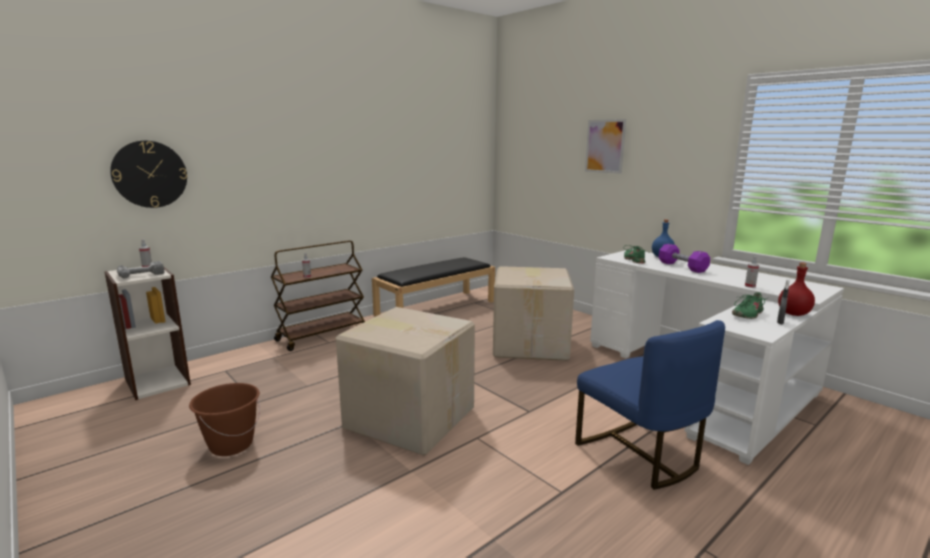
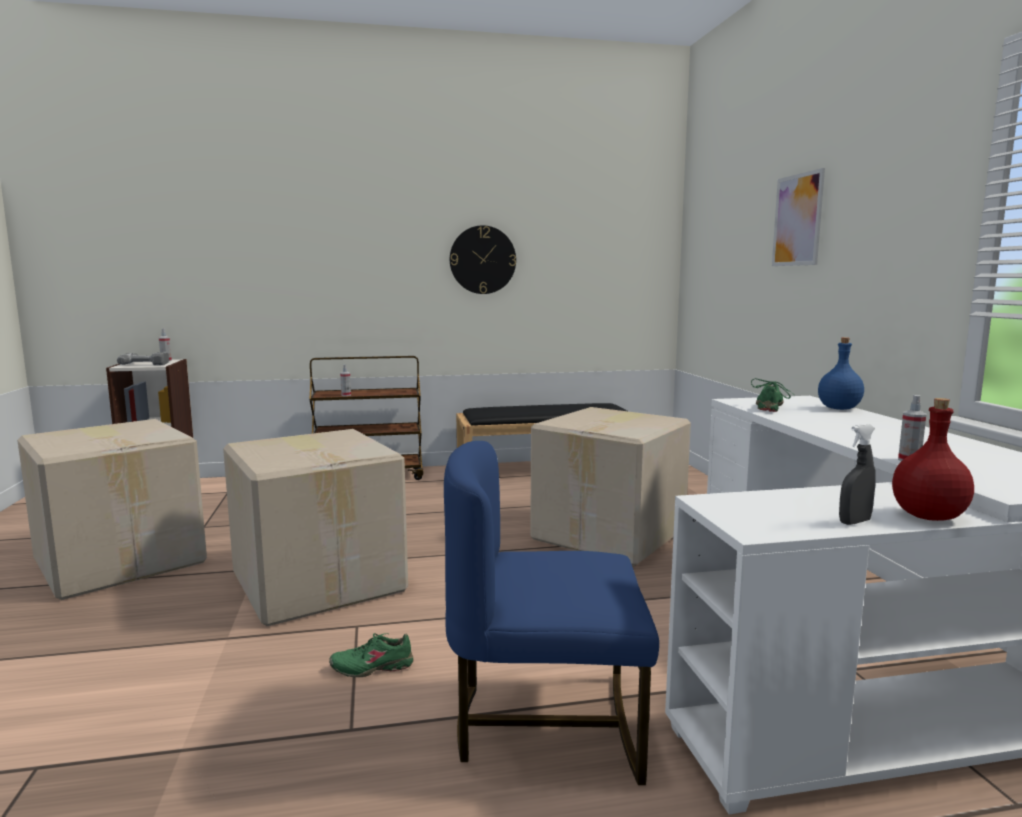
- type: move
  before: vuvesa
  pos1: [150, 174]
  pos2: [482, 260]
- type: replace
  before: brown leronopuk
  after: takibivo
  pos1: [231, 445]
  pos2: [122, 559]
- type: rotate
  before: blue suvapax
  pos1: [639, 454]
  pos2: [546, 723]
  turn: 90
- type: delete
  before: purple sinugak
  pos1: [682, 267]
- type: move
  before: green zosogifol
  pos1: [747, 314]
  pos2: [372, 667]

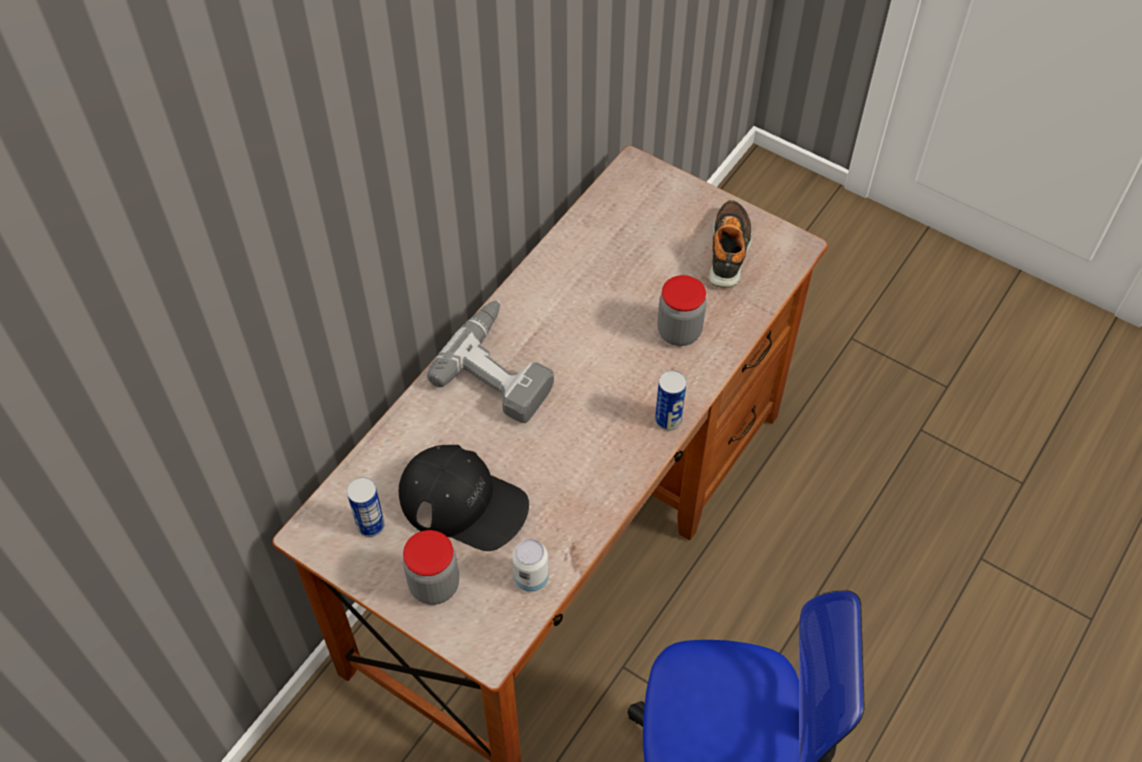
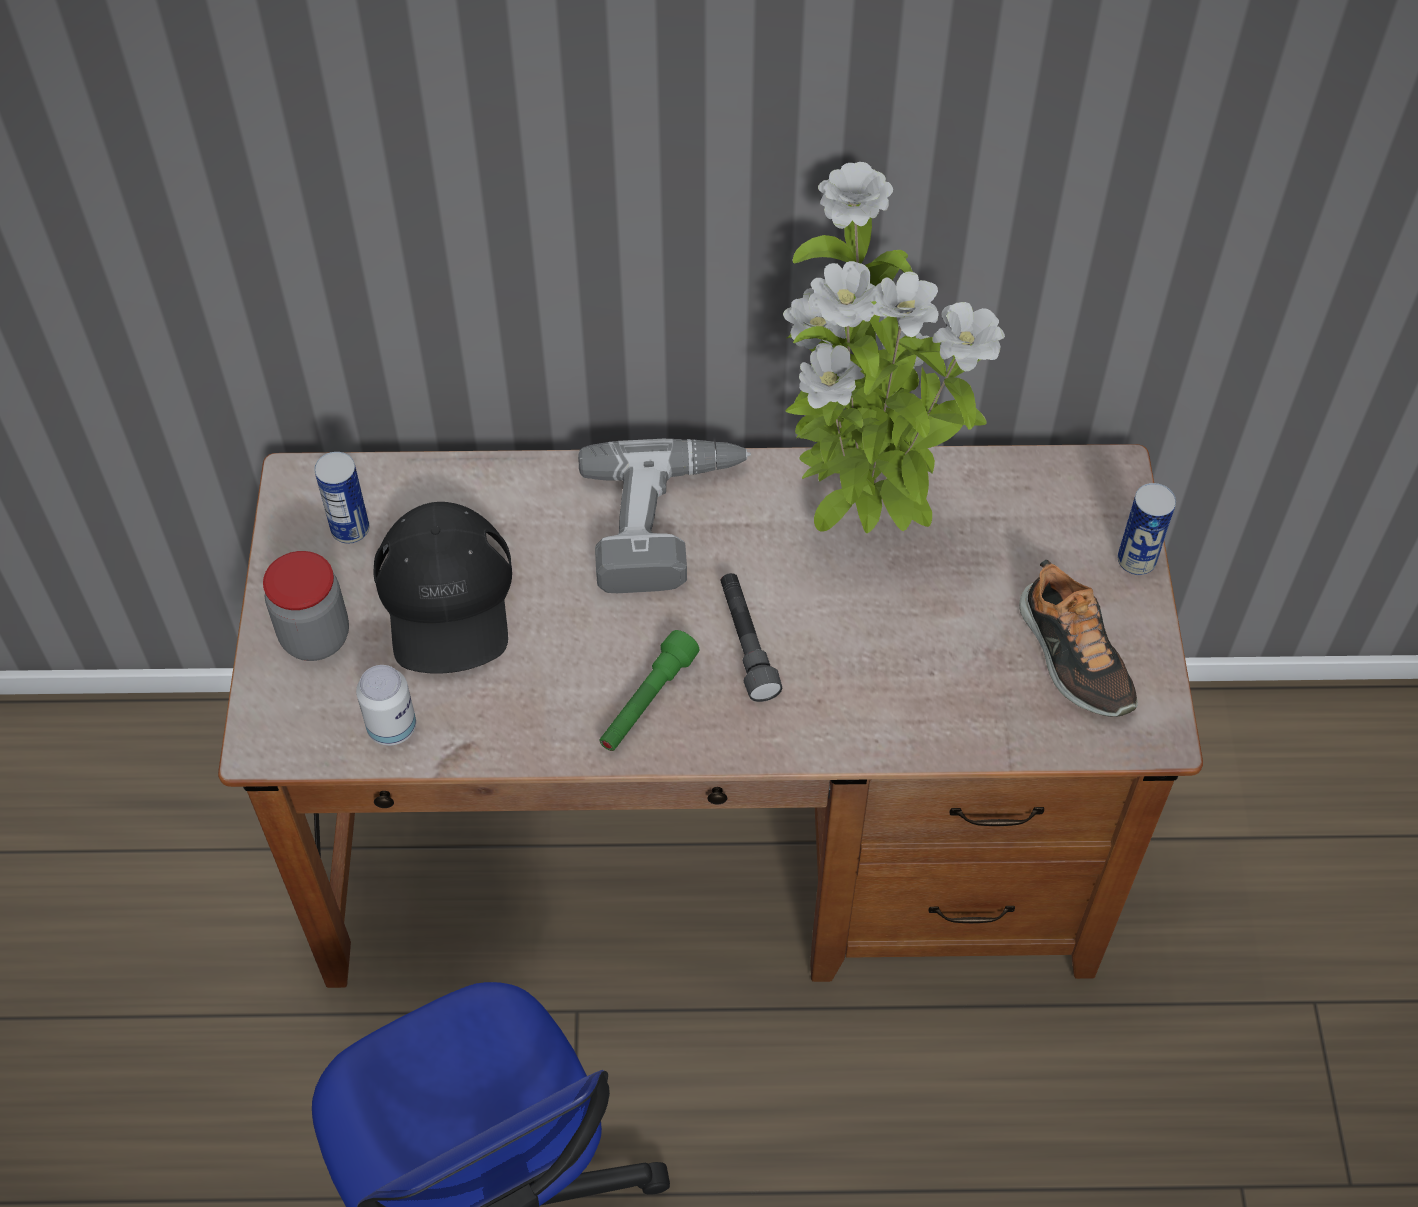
- type: move
  before: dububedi
  pos1: [668, 420]
  pos2: [1136, 560]
- type: delete
  before: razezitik
  pos1: [679, 332]
- type: rotate
  before: zosogifol
  pos1: [729, 250]
  pos2: [1072, 657]
  turn: 90
- type: insert
  after: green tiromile
  pos2: [647, 702]
- type: insert
  after: grey tiromile
  pos2: [746, 643]
- type: insert
  after: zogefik
  pos2: [861, 518]

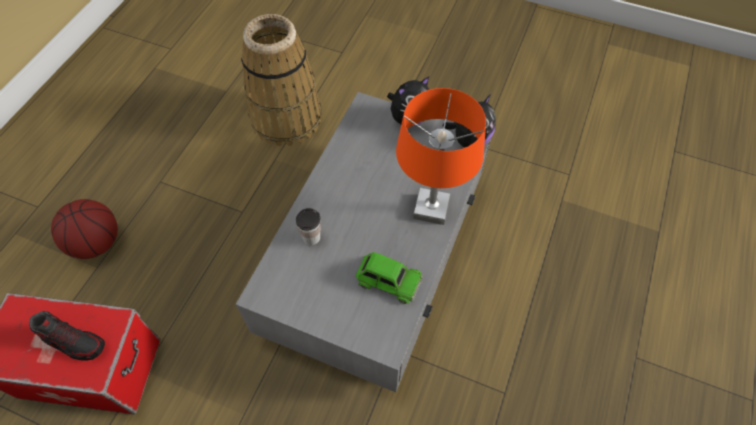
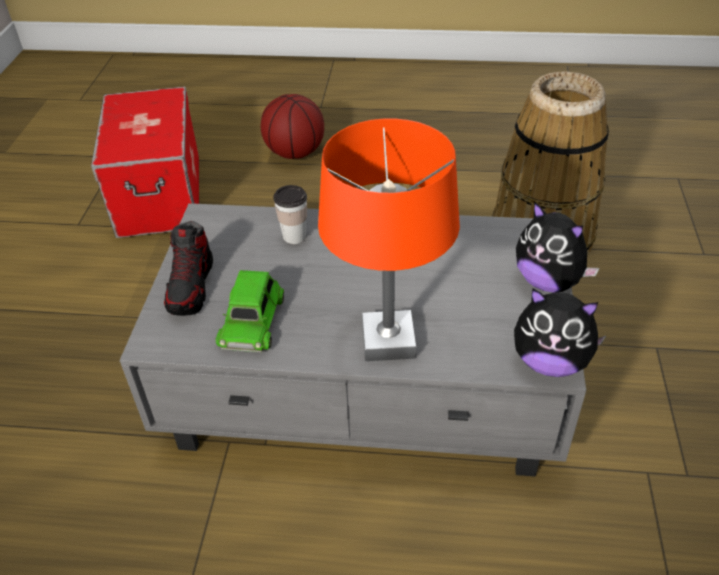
- type: move
  before: zosogifol
  pos1: [74, 341]
  pos2: [191, 286]

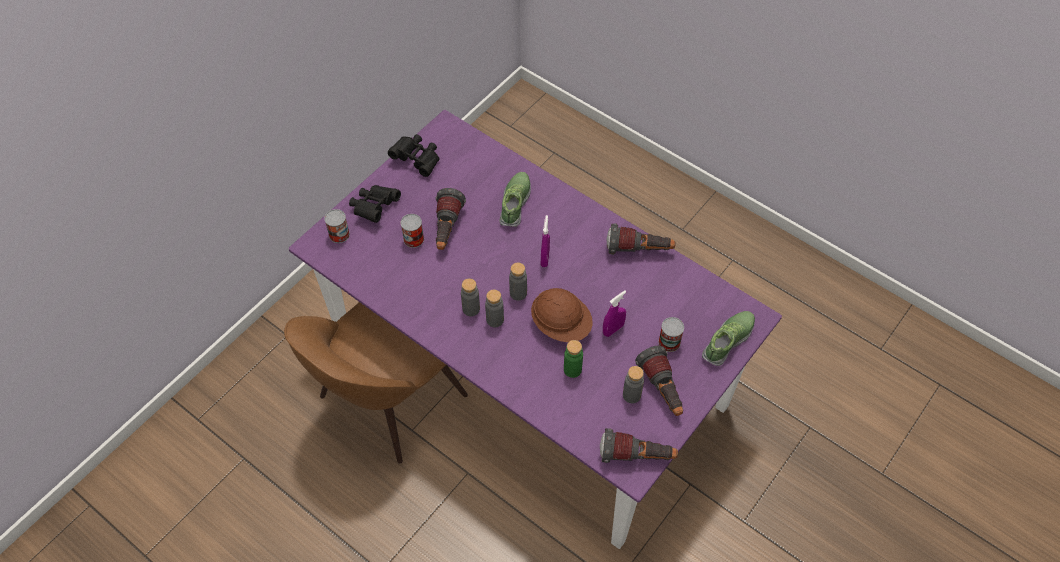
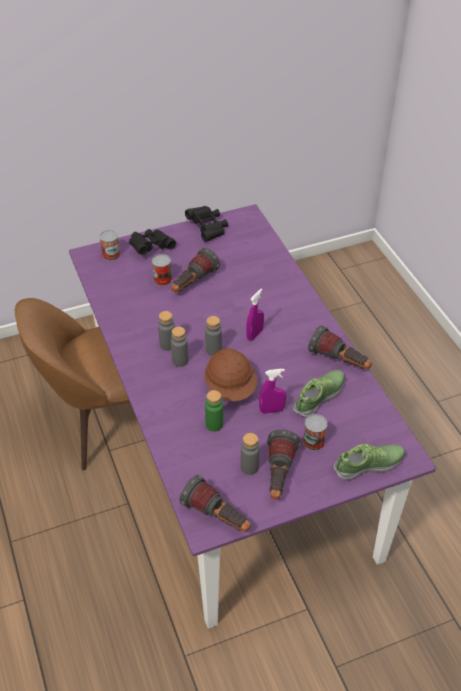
- type: move
  before: zosogifol
  pos1: [515, 203]
  pos2: [319, 397]

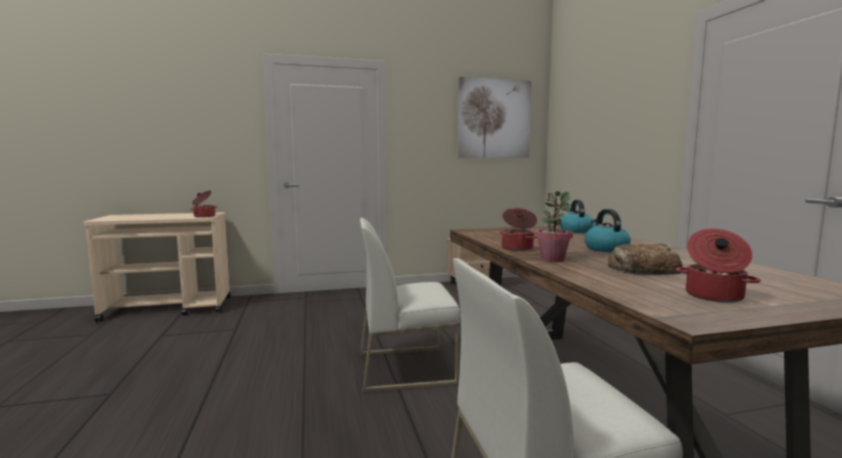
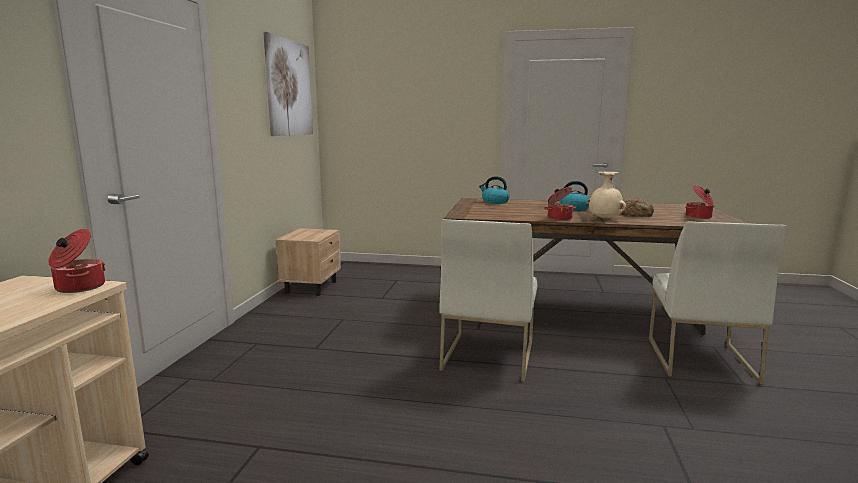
- type: replace
  before: zogefik
  after: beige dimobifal
  pos1: [552, 259]
  pos2: [604, 219]

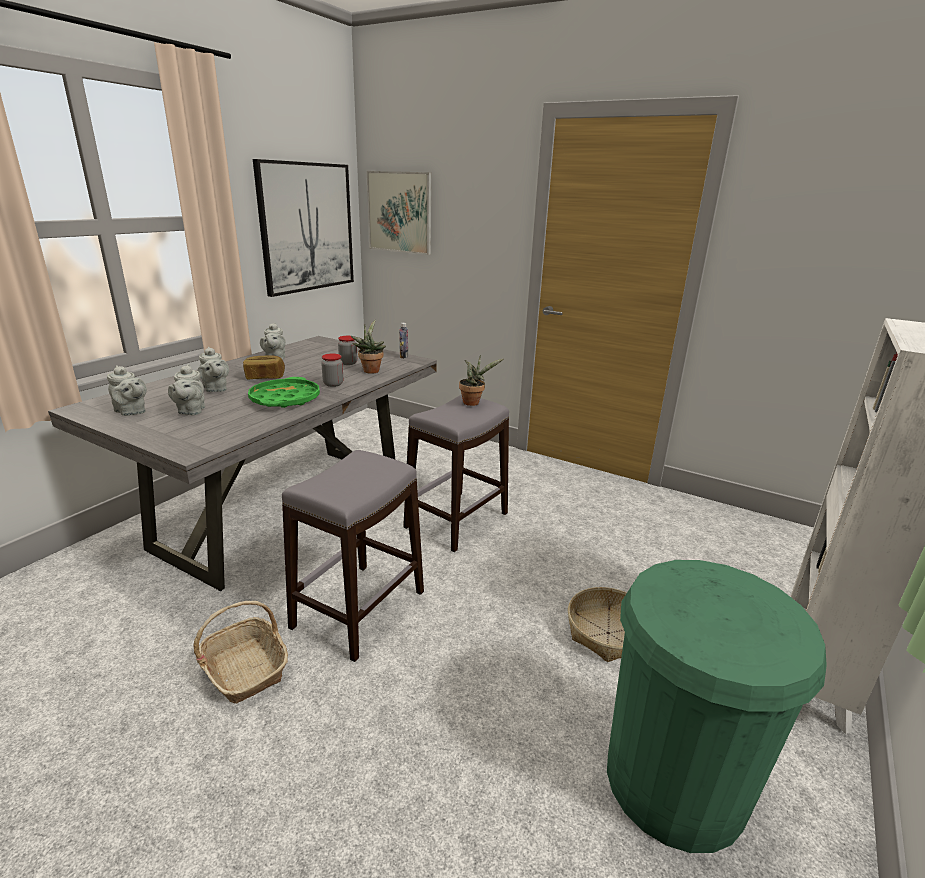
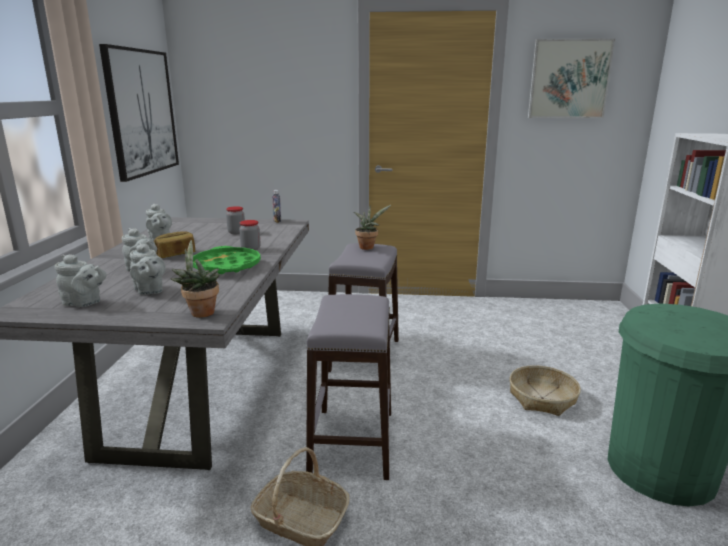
- type: move
  before: zogefik
  pos1: [370, 370]
  pos2: [200, 312]
- type: move
  before: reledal
  pos1: [399, 212]
  pos2: [569, 79]

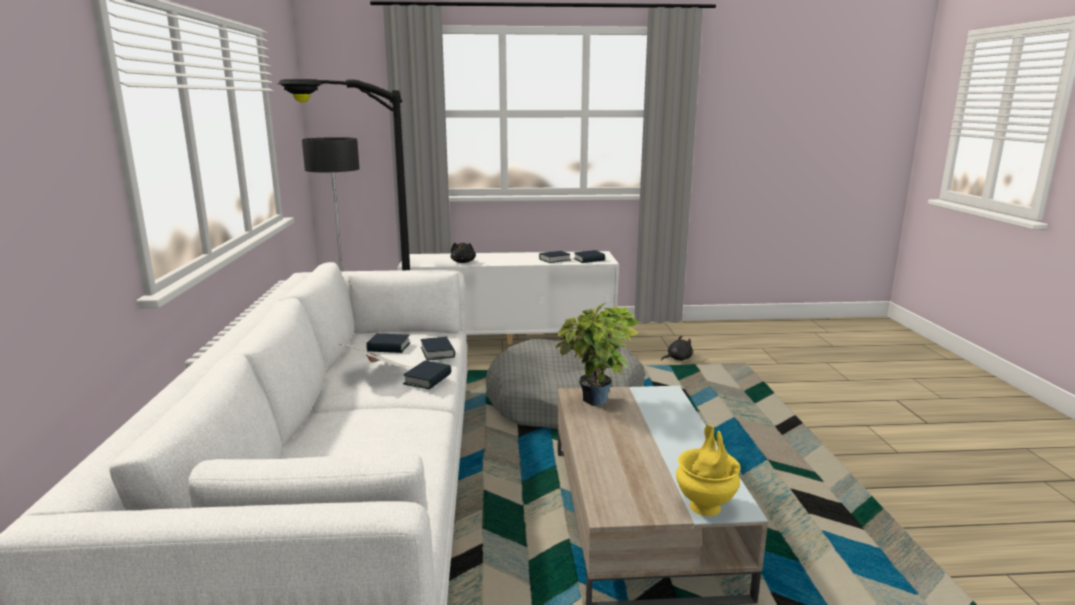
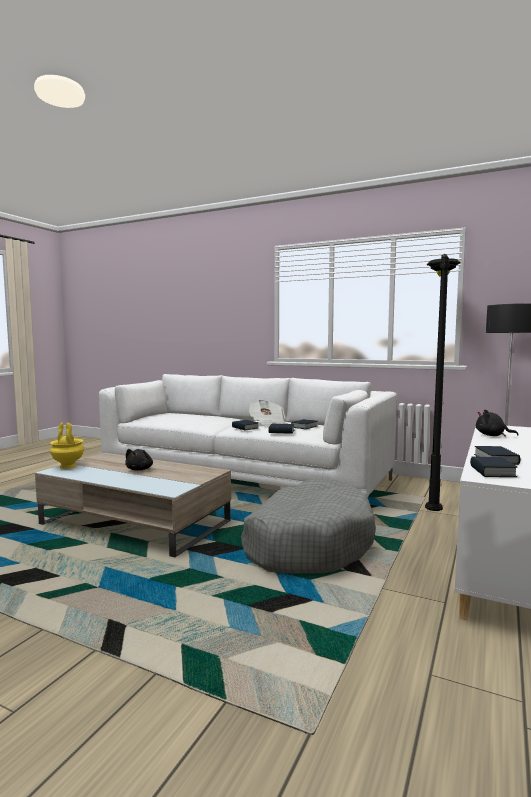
- type: delete
  before: zogefik
  pos1: [596, 404]
- type: move
  before: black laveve
  pos1: [677, 359]
  pos2: [140, 469]

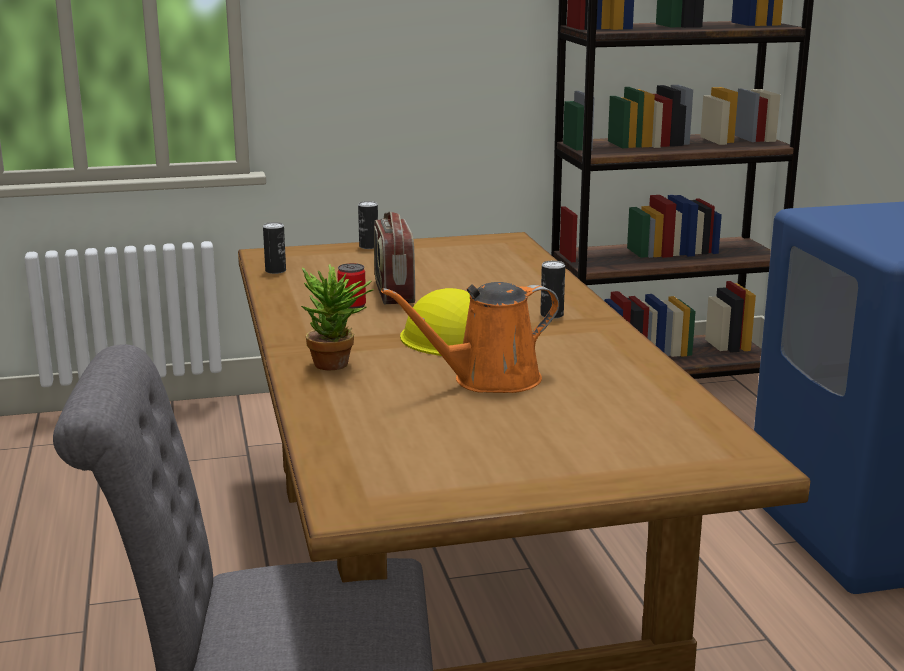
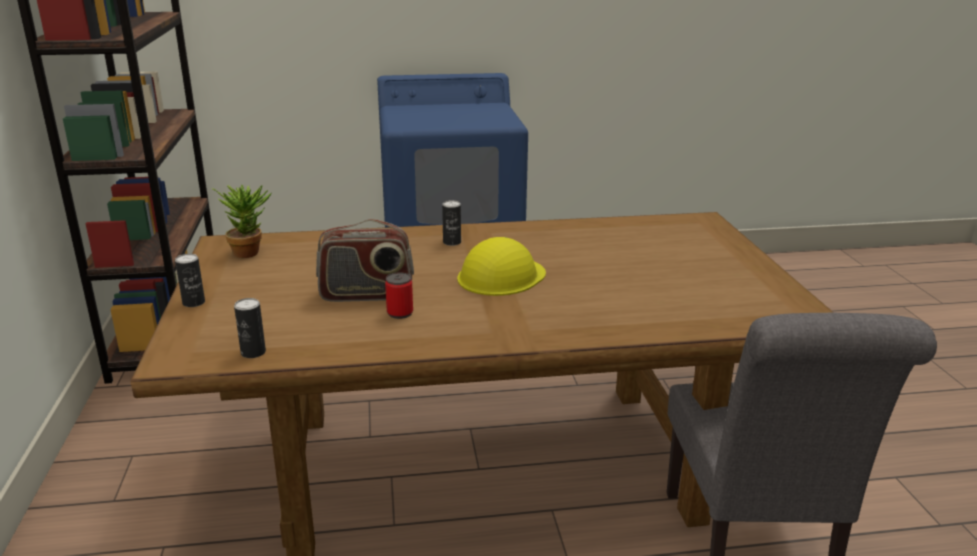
- type: move
  before: zogefik
  pos1: [337, 365]
  pos2: [250, 251]
- type: delete
  before: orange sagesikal
  pos1: [489, 380]

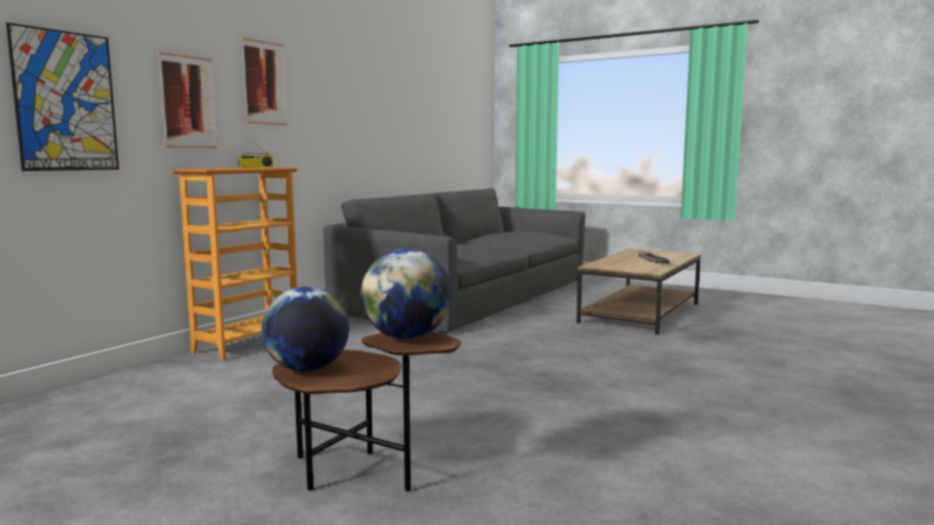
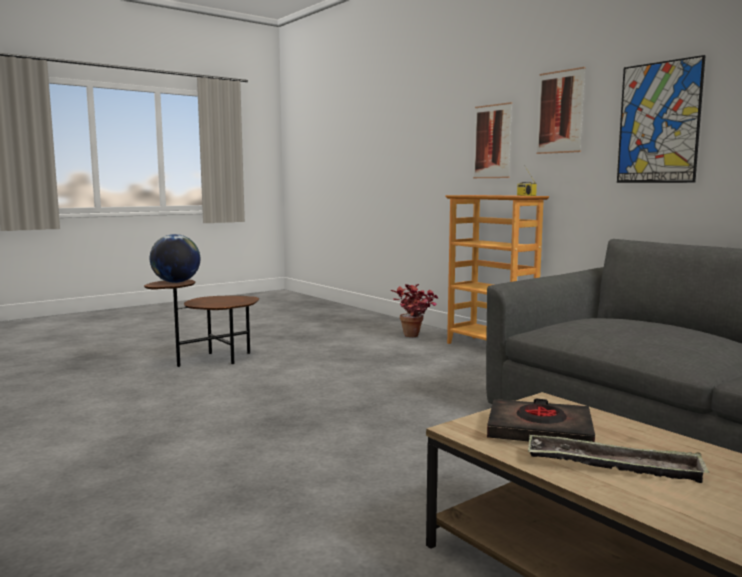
- type: move
  before: reledal
  pos1: [65, 101]
  pos2: [658, 123]
- type: delete
  before: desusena
  pos1: [307, 369]
- type: insert
  after: zogefik
  pos2: [415, 337]
- type: insert
  after: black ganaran
  pos2: [539, 431]

